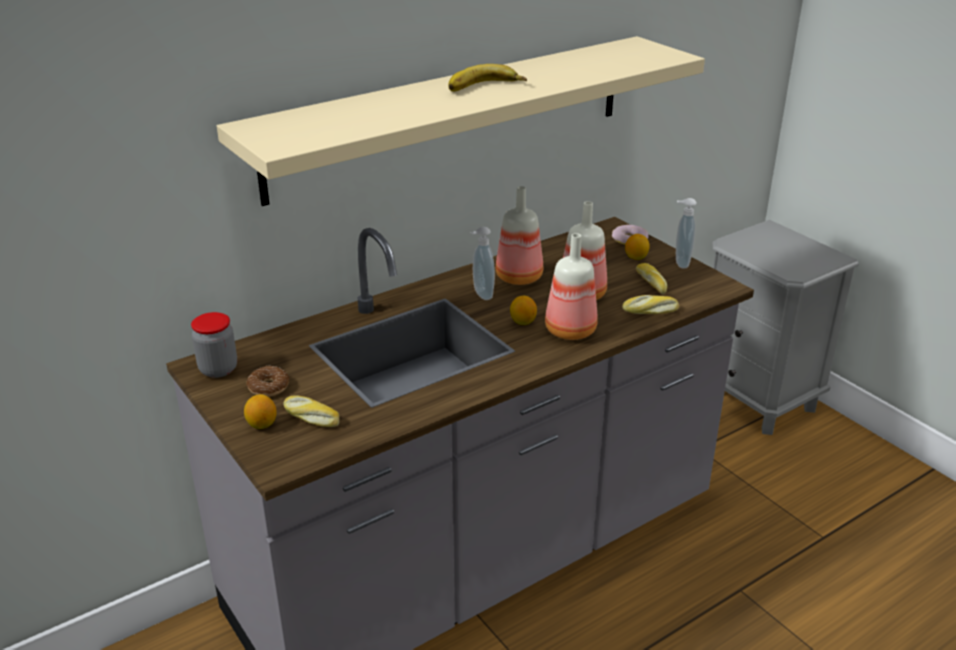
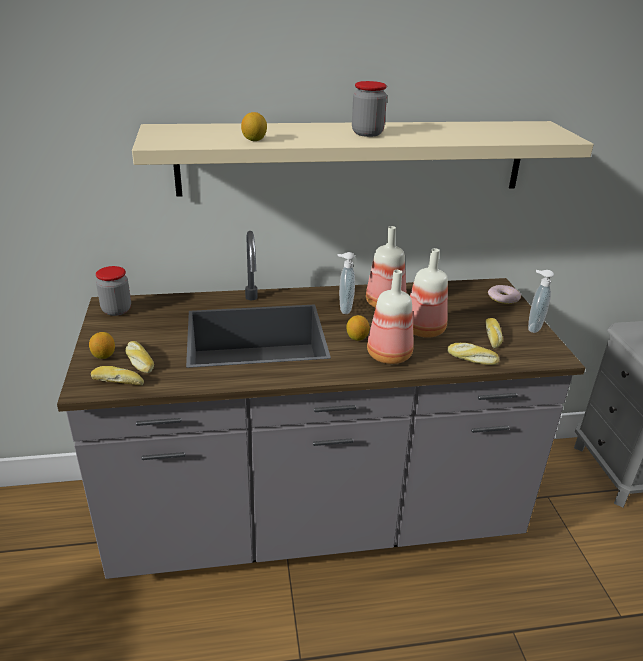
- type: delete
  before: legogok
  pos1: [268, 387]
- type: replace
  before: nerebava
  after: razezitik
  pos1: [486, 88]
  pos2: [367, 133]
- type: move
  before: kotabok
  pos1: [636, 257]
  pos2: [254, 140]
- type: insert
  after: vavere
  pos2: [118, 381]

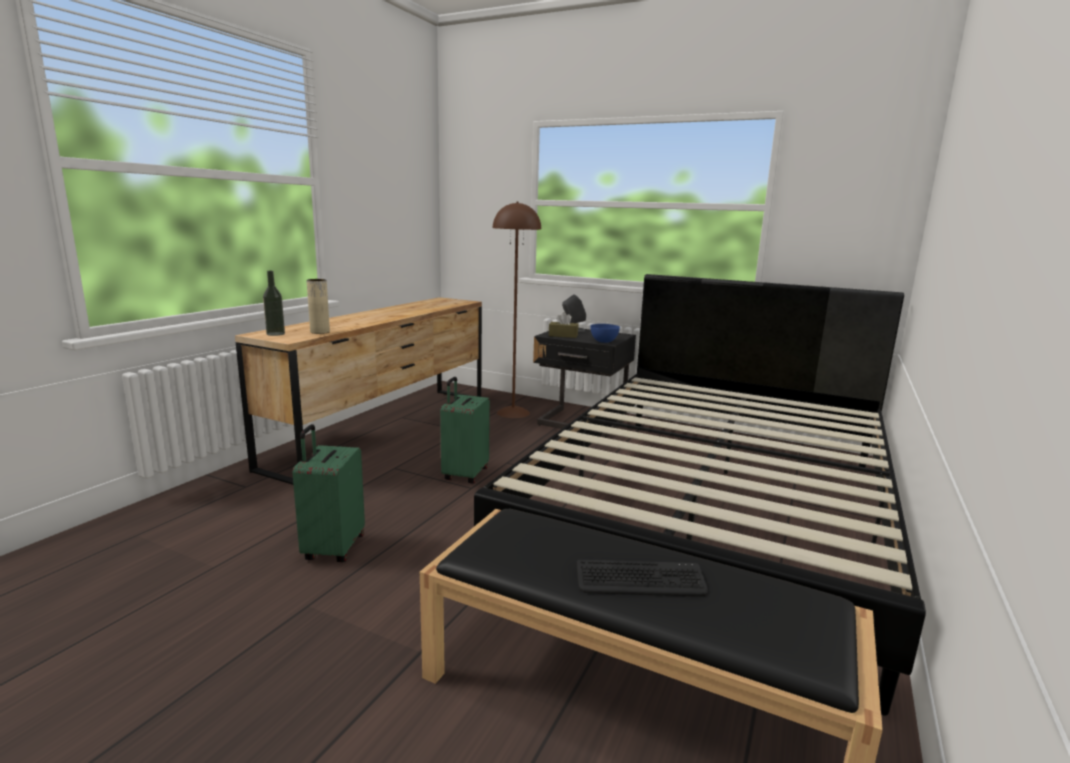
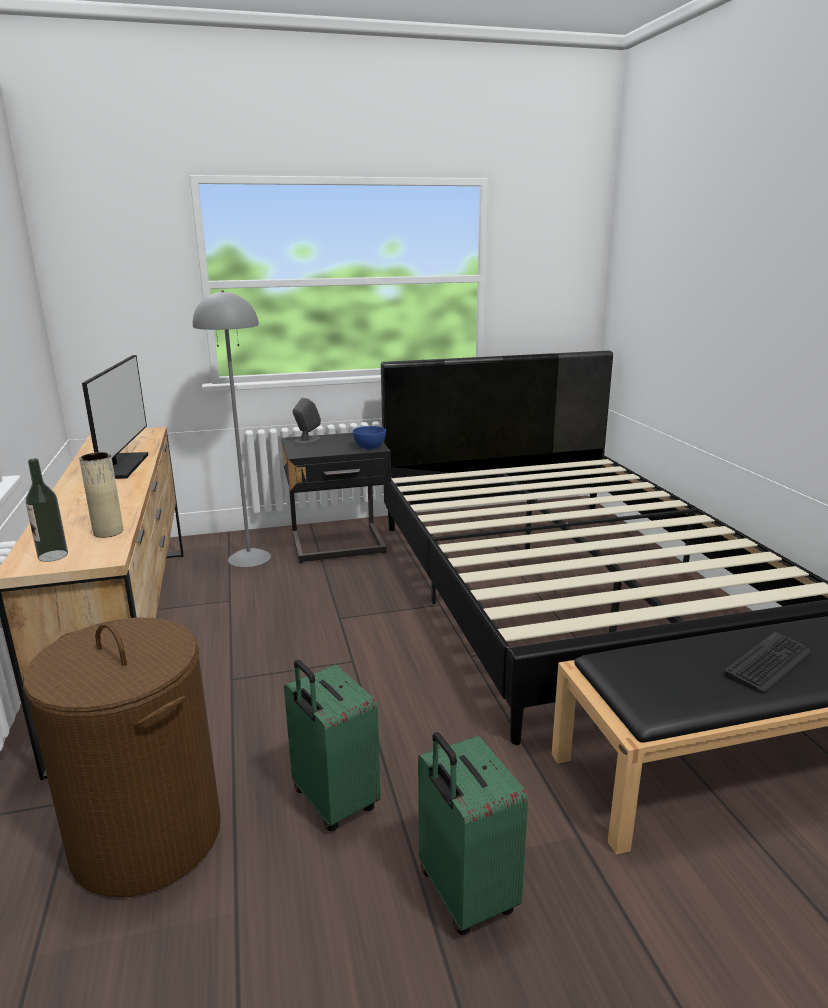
- type: move
  before: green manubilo
  pos1: [464, 474]
  pos2: [464, 894]
- type: recolor
  before: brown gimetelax
  after: grey gimetelax
  pos1: [513, 412]
  pos2: [249, 557]
- type: delete
  before: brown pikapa
  pos1: [563, 335]
- type: insert
  after: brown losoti
  pos2: [146, 837]
- type: insert
  after: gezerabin
  pos2: [119, 466]

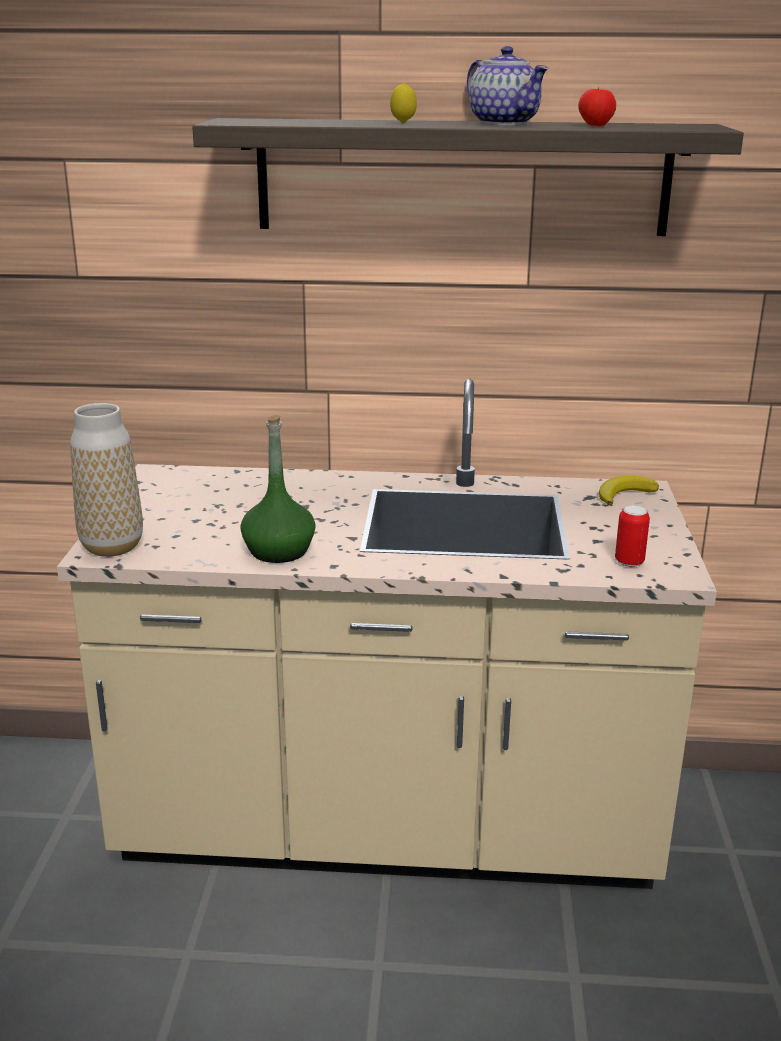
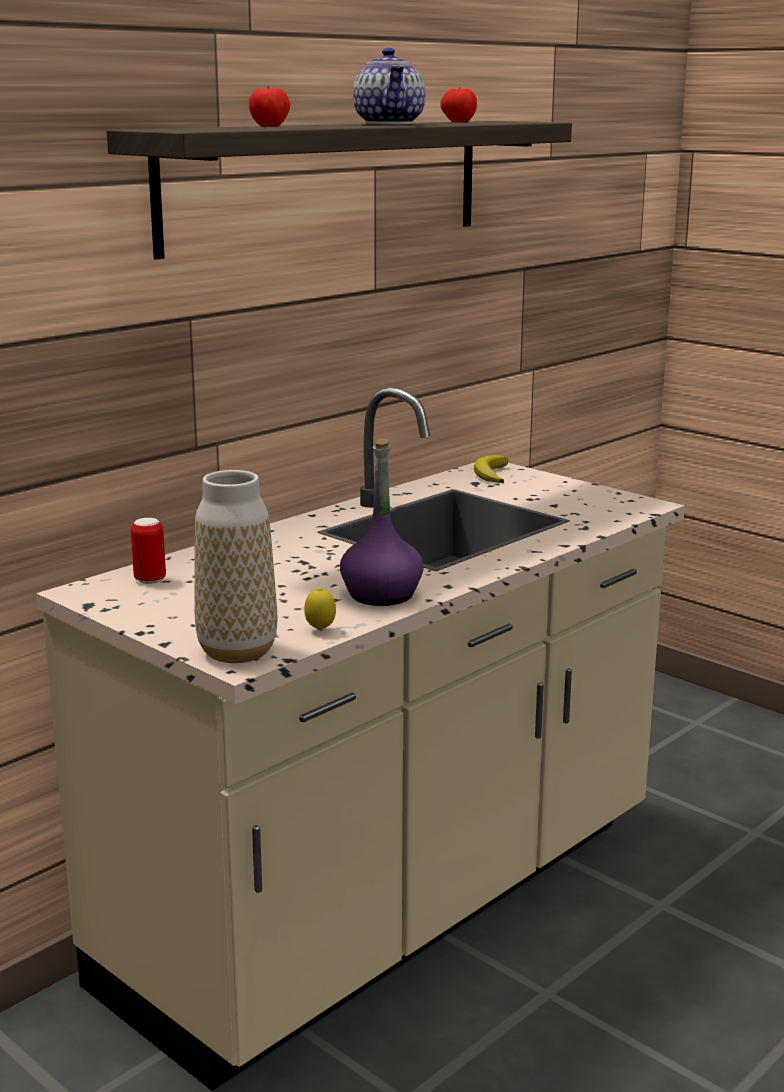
- type: recolor
  before: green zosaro
  after: purple zosaro
  pos1: [278, 551]
  pos2: [381, 595]
- type: move
  before: kotabok
  pos1: [403, 123]
  pos2: [320, 630]
- type: rotate
  before: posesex
  pos1: [505, 123]
  pos2: [391, 123]
  turn: 75
- type: move
  before: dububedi
  pos1: [629, 562]
  pos2: [150, 580]
- type: insert
  after: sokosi
  pos2: [270, 126]

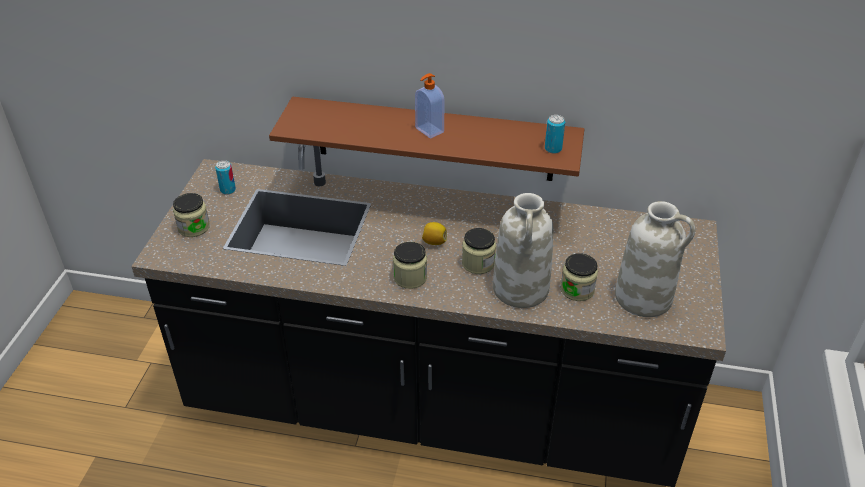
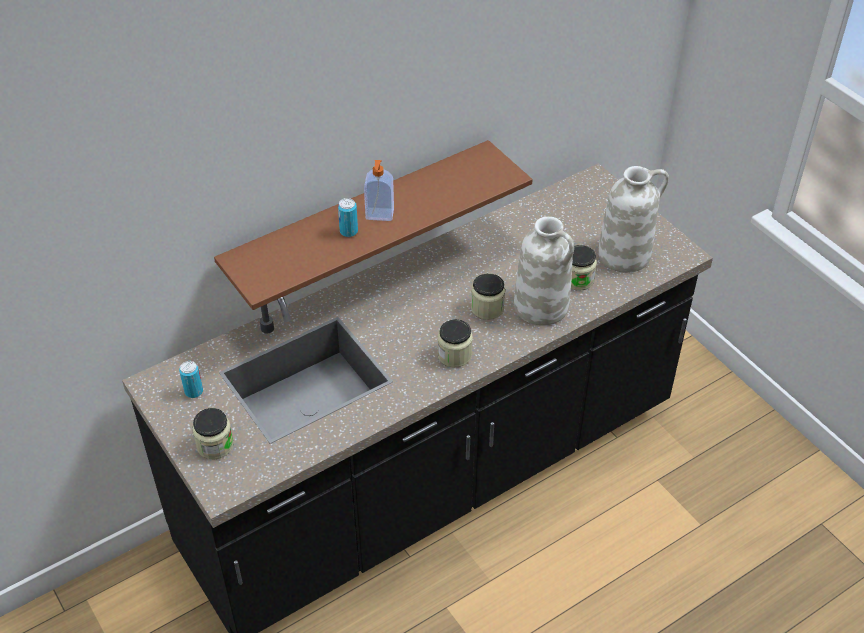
- type: delete
  before: kotabok
  pos1: [434, 242]
- type: move
  before: dububedi
  pos1: [553, 149]
  pos2: [348, 231]

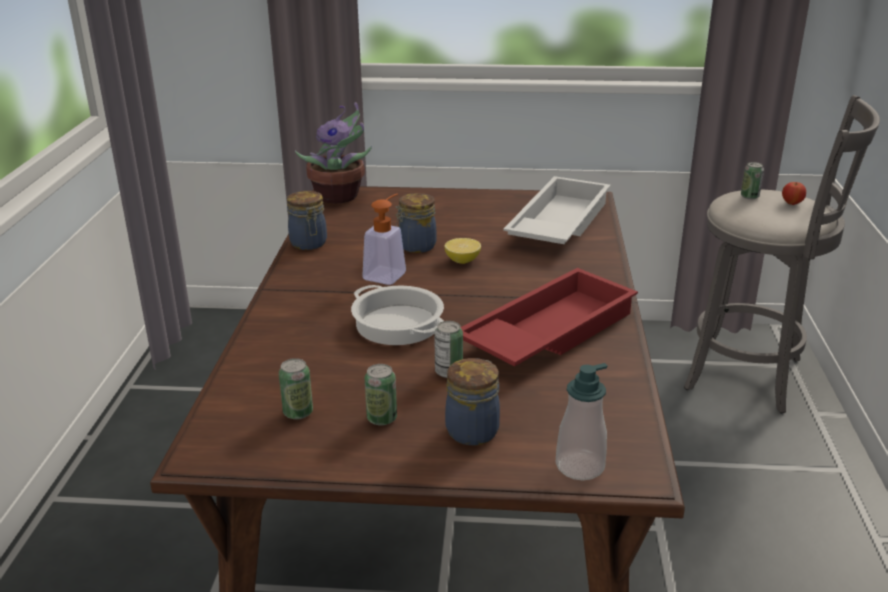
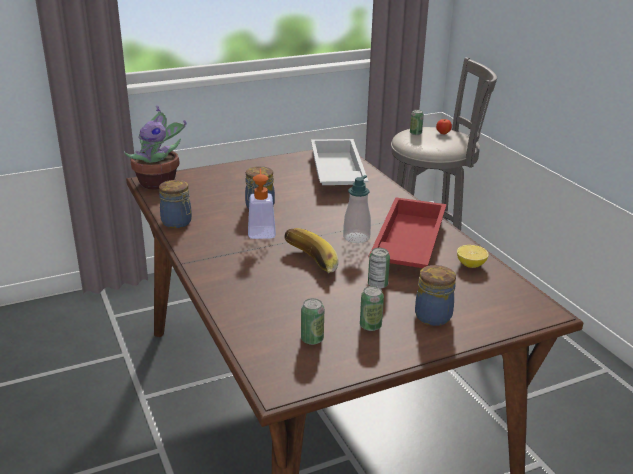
- type: replace
  before: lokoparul
  after: nerebava
  pos1: [397, 324]
  pos2: [308, 263]
- type: move
  before: kotabok
  pos1: [462, 261]
  pos2: [471, 265]
- type: move
  before: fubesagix
  pos1: [580, 466]
  pos2: [356, 237]

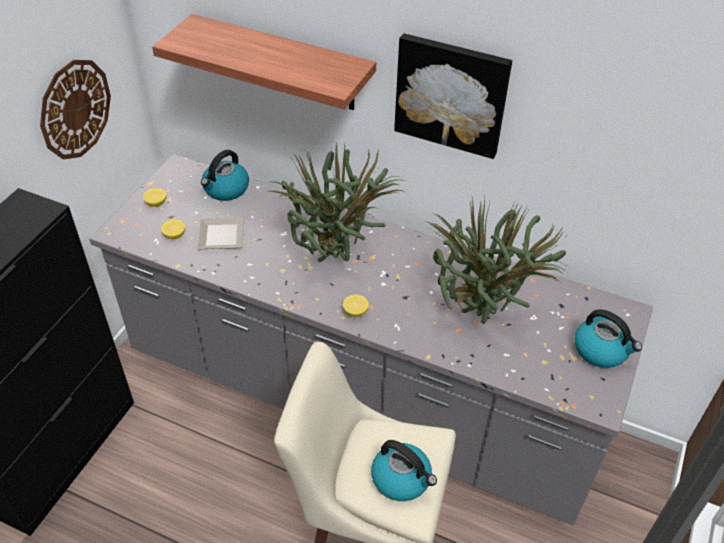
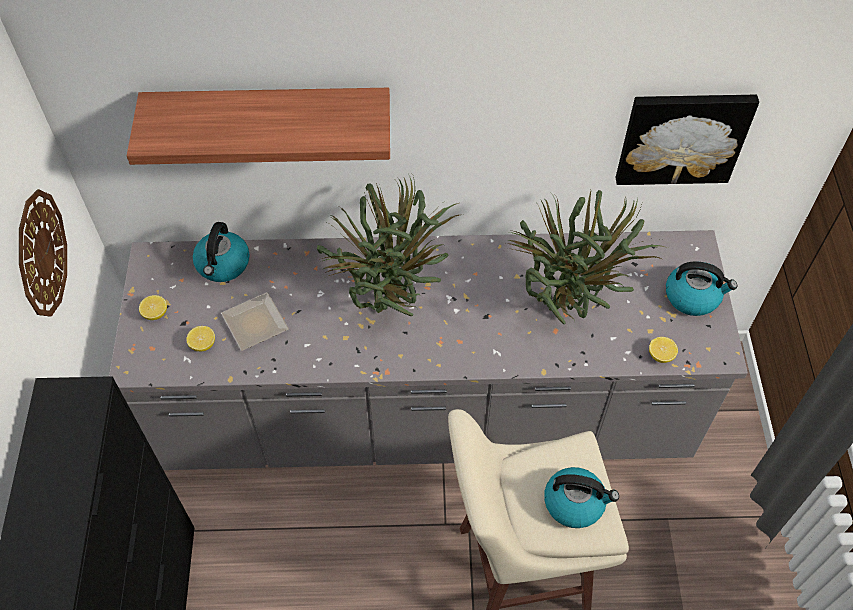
- type: move
  before: kotabok
  pos1: [355, 312]
  pos2: [660, 355]
- type: move
  before: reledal
  pos1: [451, 94]
  pos2: [682, 137]

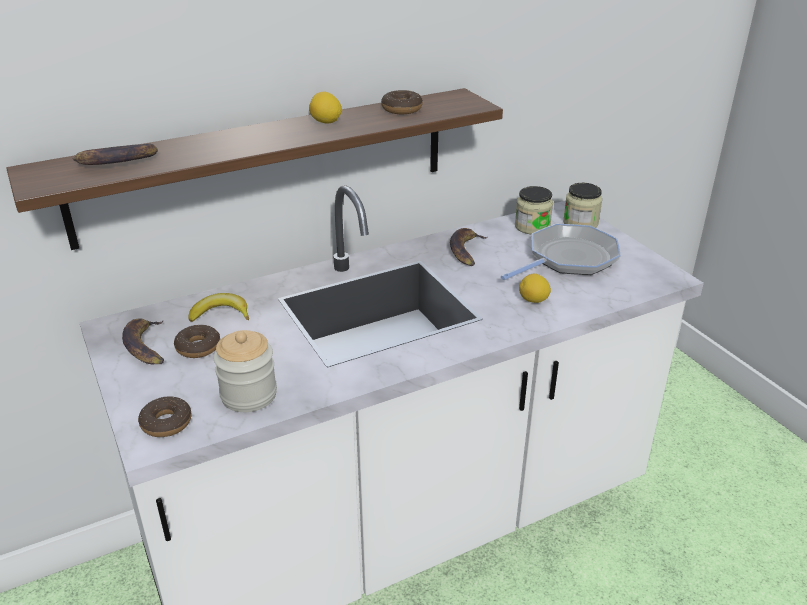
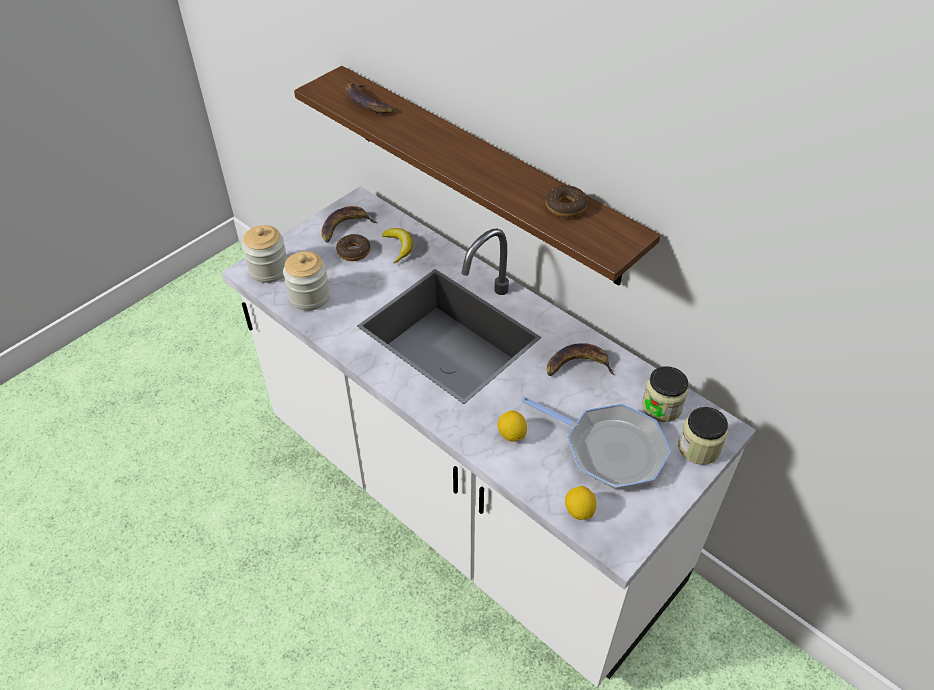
- type: replace
  before: legogok
  after: razezitik
  pos1: [166, 423]
  pos2: [269, 270]
- type: move
  before: kotabok
  pos1: [326, 122]
  pos2: [579, 511]

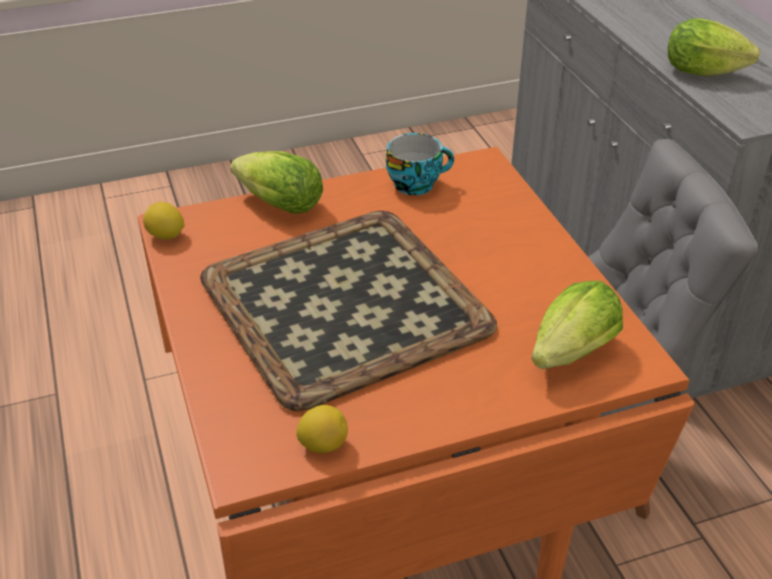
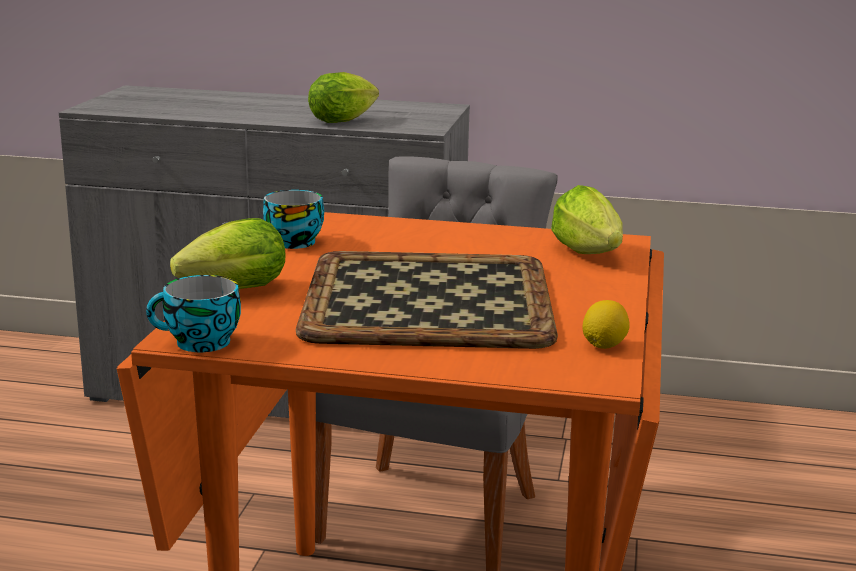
- type: replace
  before: kotabok
  after: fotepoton
  pos1: [166, 236]
  pos2: [199, 344]

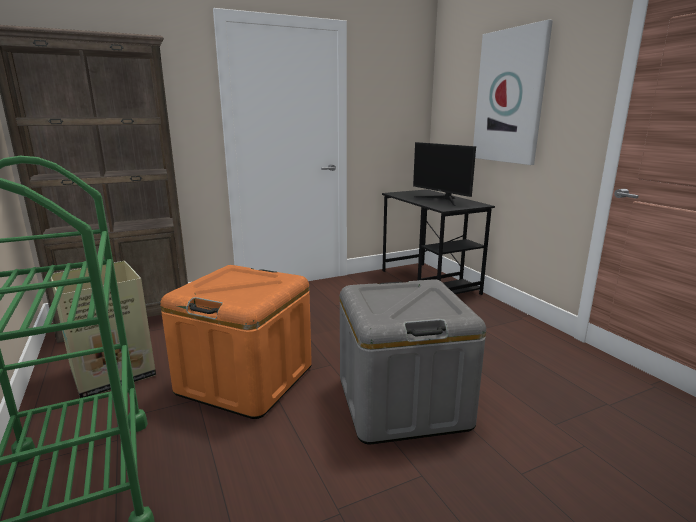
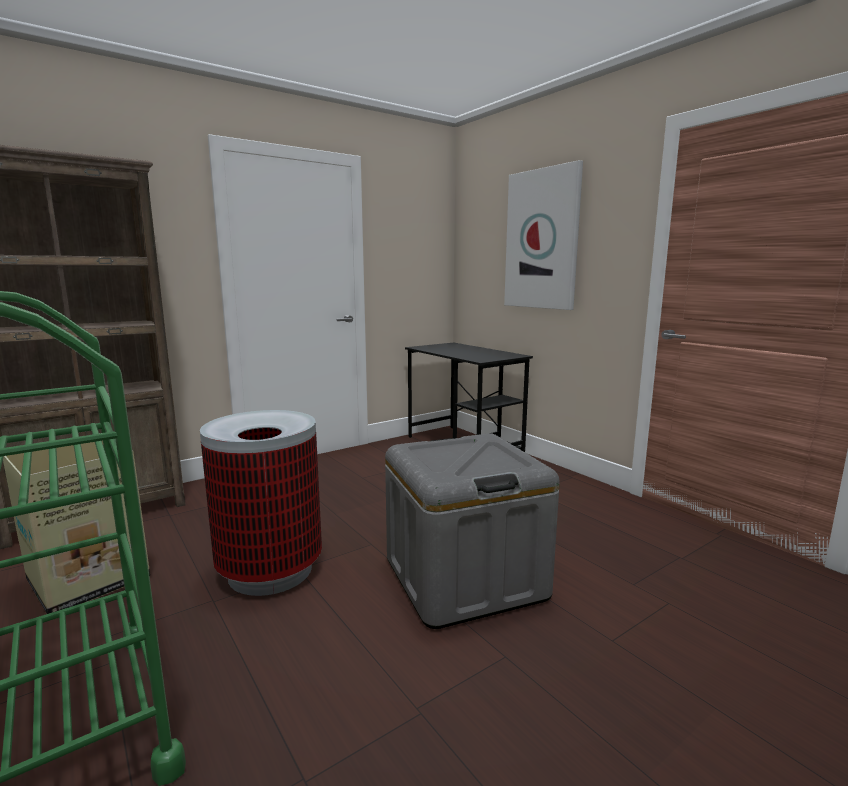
- type: replace
  before: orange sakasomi
  after: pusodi
  pos1: [245, 379]
  pos2: [270, 570]
- type: delete
  before: gezerabin
  pos1: [442, 199]

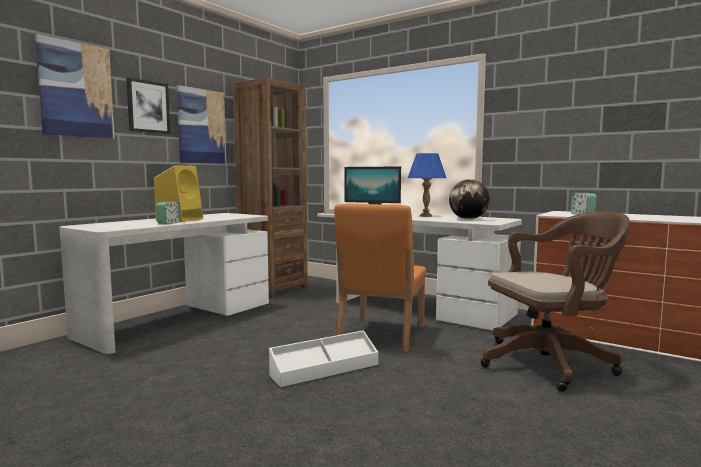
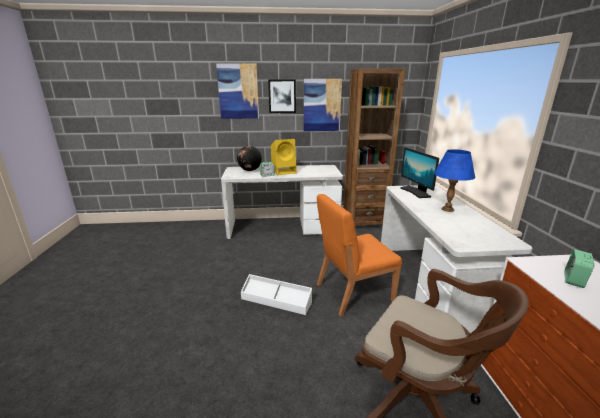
- type: move
  before: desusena
  pos1: [468, 219]
  pos2: [250, 170]

